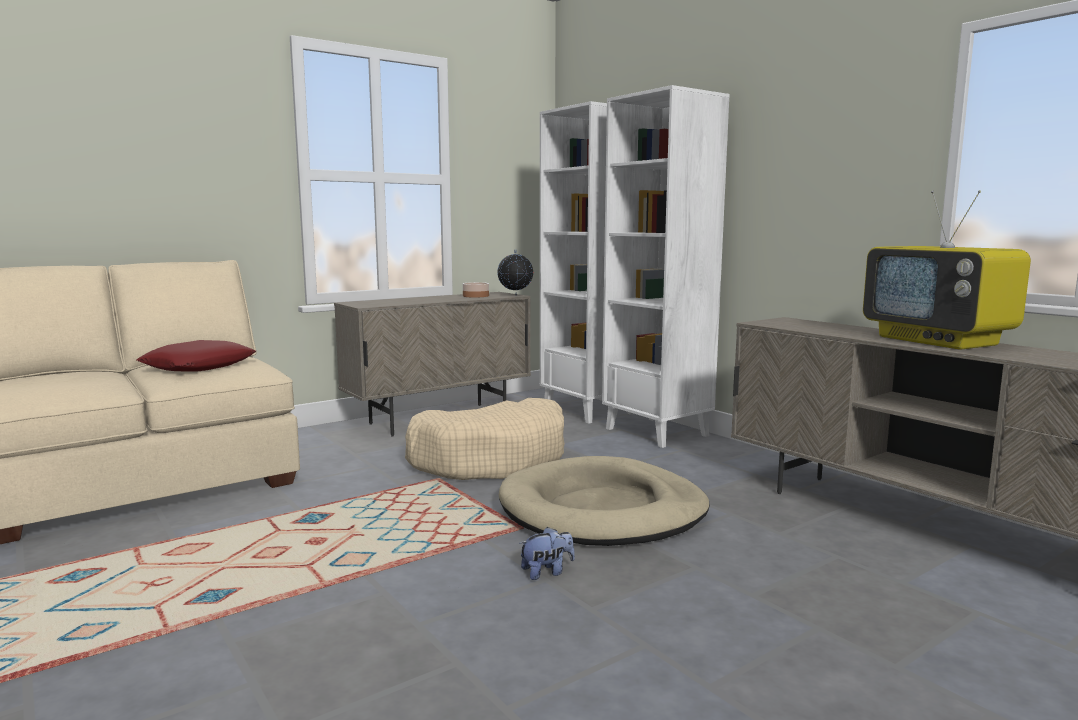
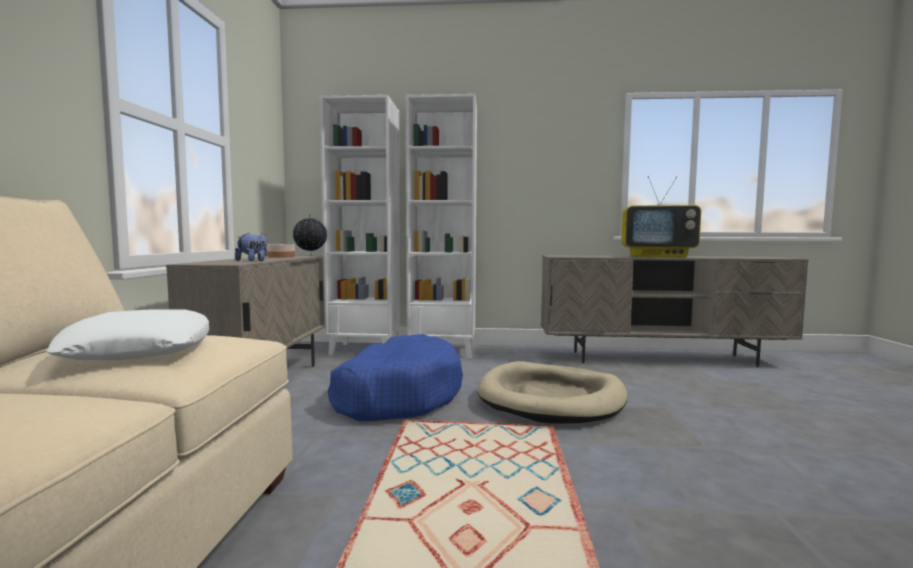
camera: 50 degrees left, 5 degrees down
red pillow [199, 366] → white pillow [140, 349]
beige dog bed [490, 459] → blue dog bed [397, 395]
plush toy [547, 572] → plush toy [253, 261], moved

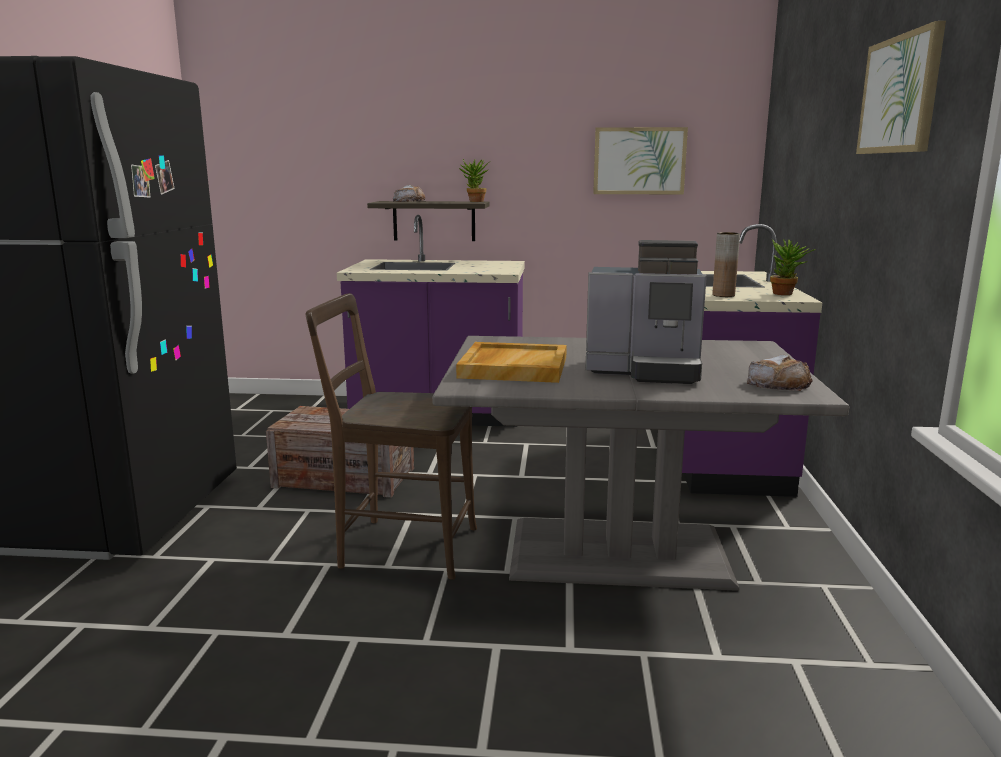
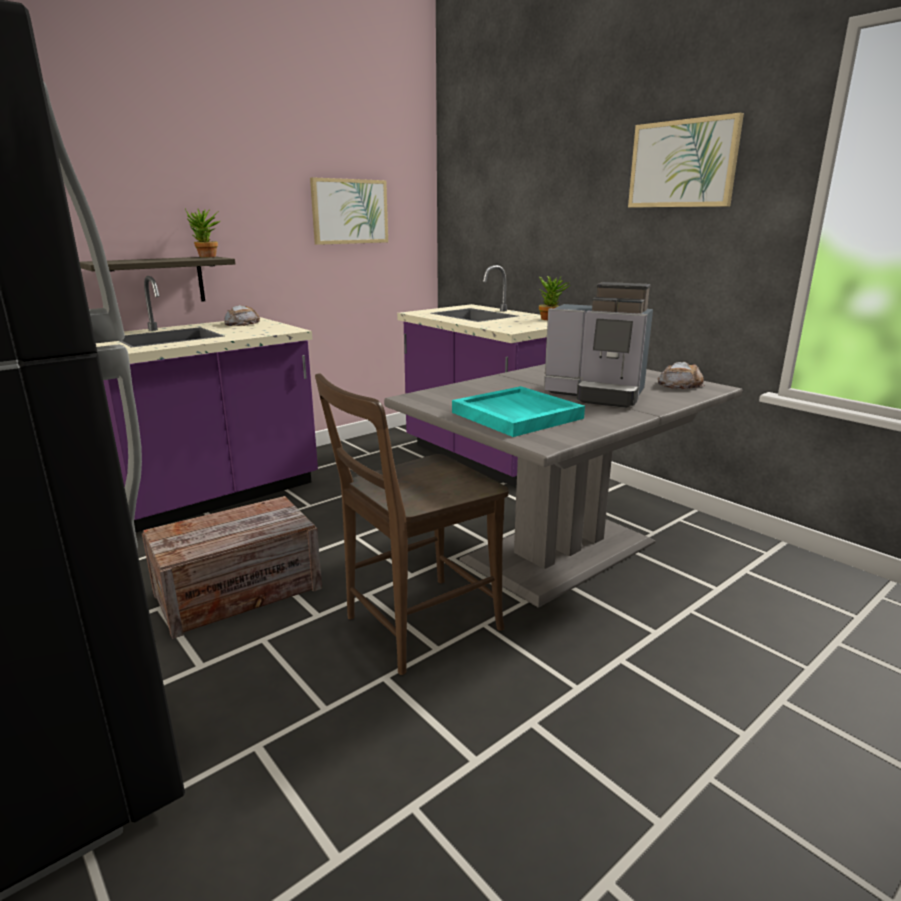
camera: 45 degrees left, 5 degrees up
bread [409, 201] → bread [242, 323], moved
brown vase [723, 295] → -
coffee machine [646, 371] → coffee machine [597, 394], 60 degrees clockwise
beige tray [513, 367] → turquoise tray [515, 415]

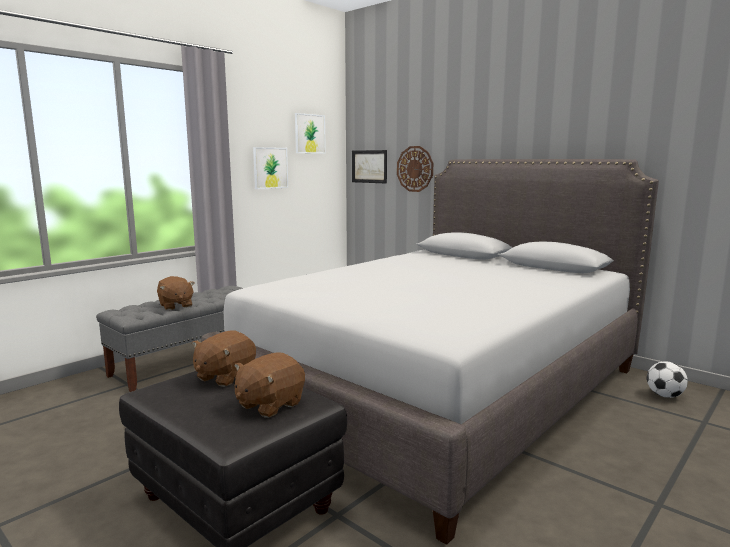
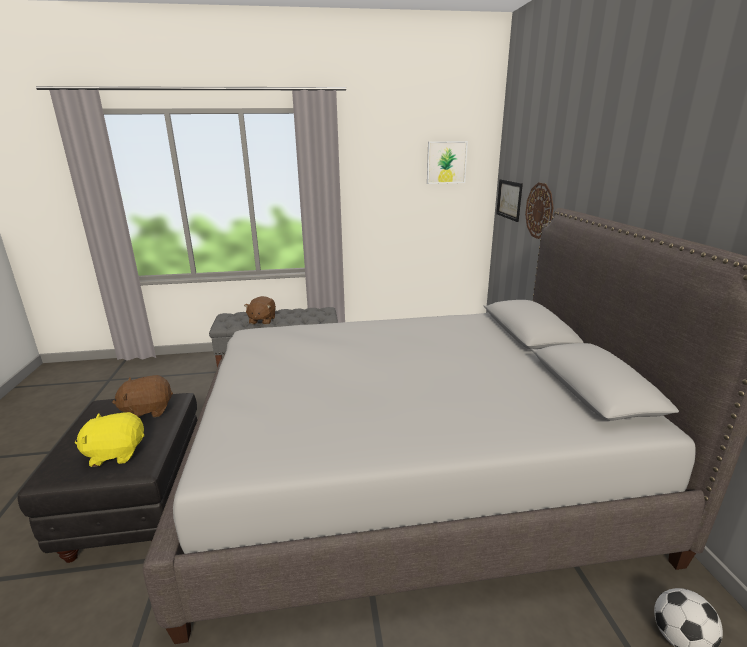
camera: 40 degrees right, 10 degrees up
picture [270, 168] → -
brown plush toy [269, 404] → yellow plush toy [116, 453]

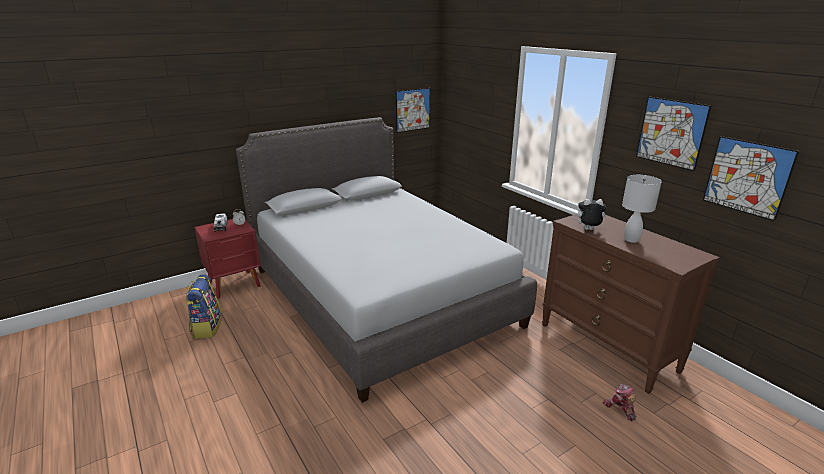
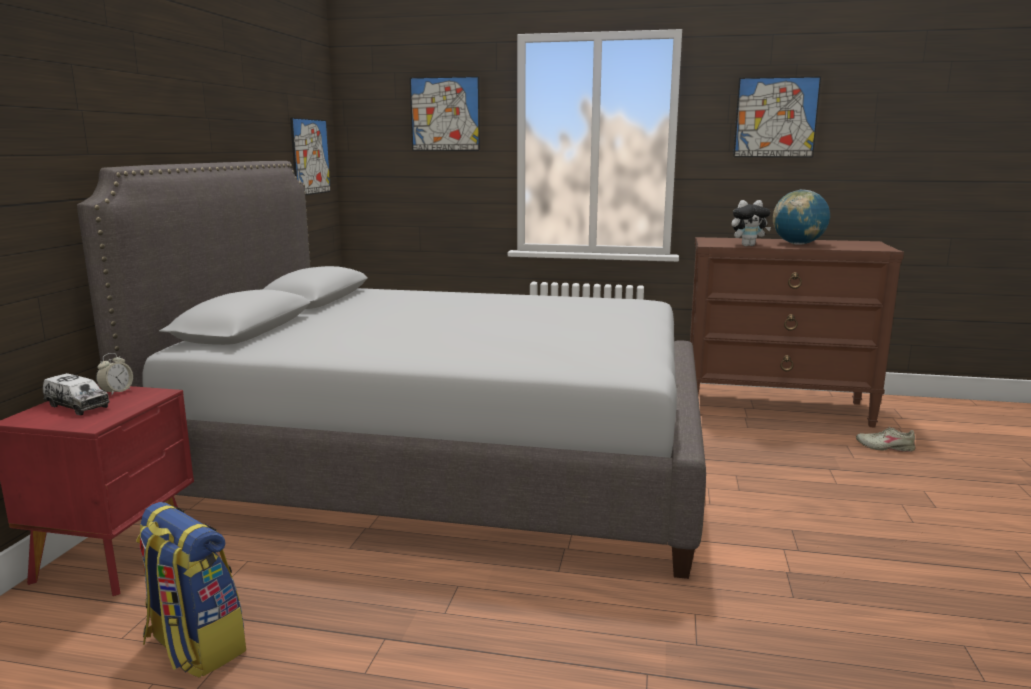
camera: 45 degrees left, 10 degrees down
picture [747, 177] → picture [445, 114], moved
white table lamp [631, 239] → globe [798, 244]
plush toy [588, 230] → plush toy [748, 245], 150 degrees counterclockwise
toy robot [619, 409] → beige shoe [885, 447]

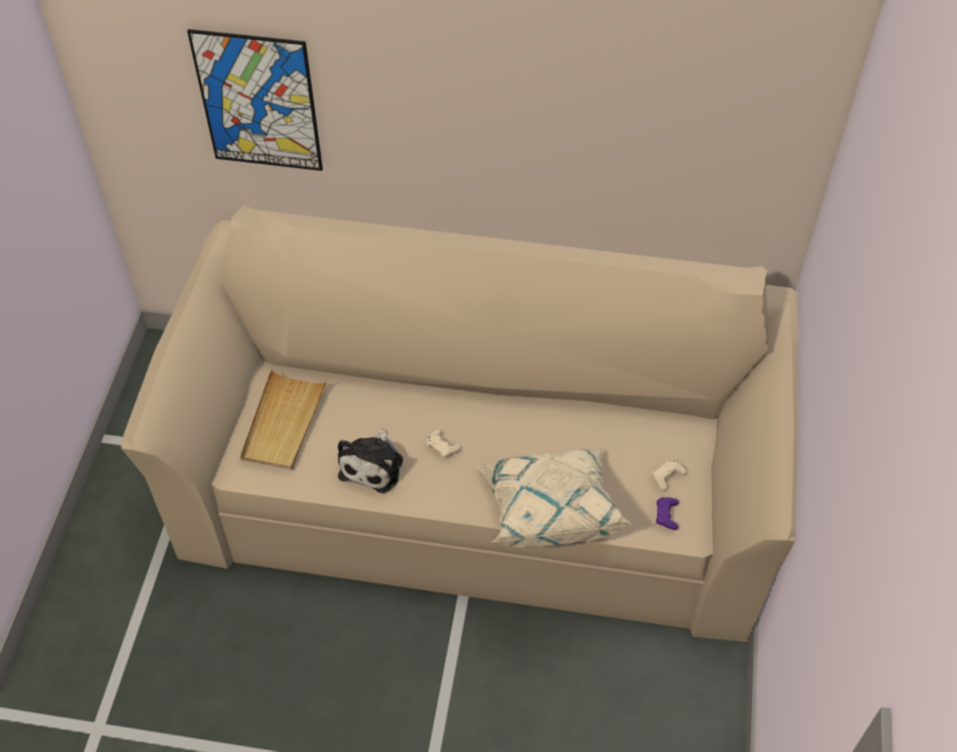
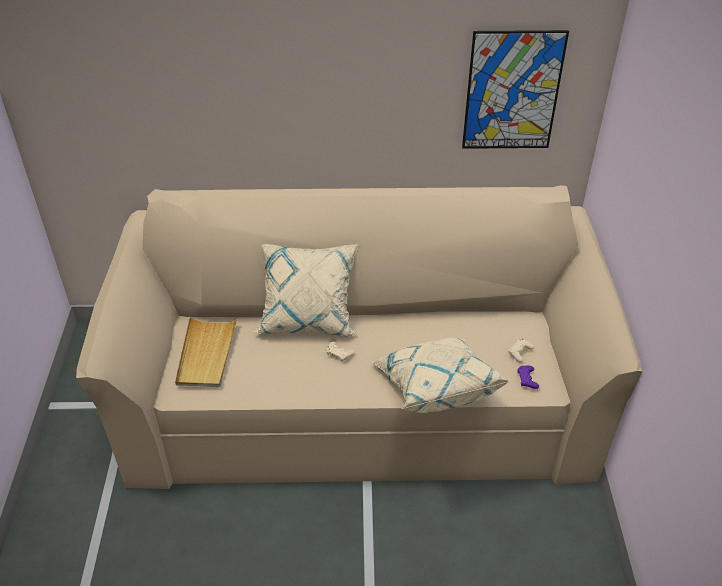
camera: 10 degrees left, 10 degrees down
picture [258, 102] → picture [512, 91], moved
plush toy [373, 465] → -
- → beige pillow [308, 319]

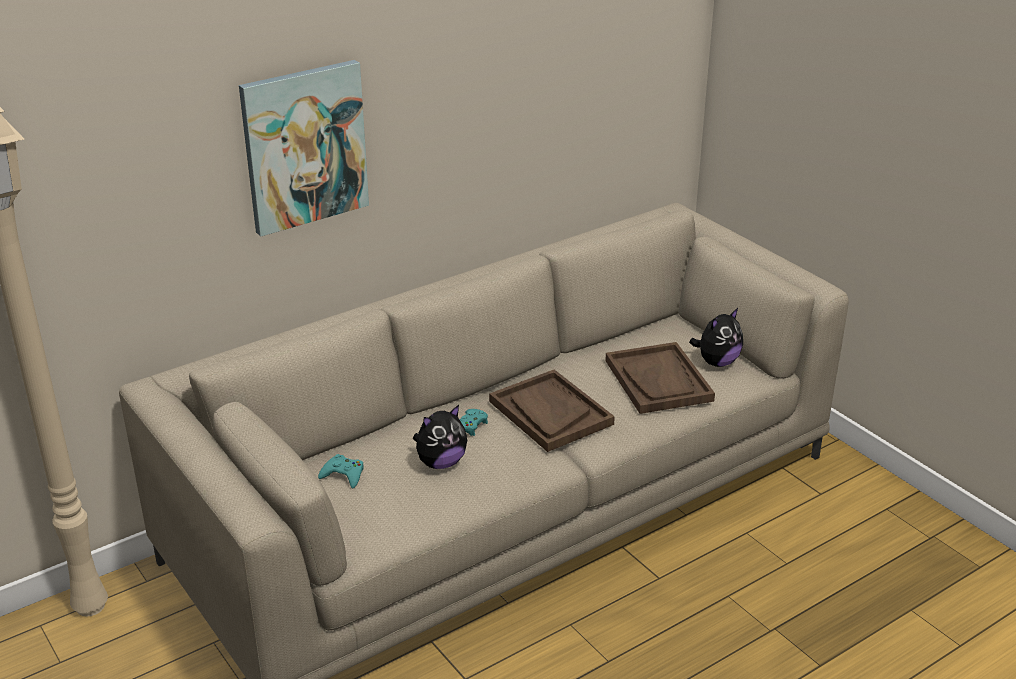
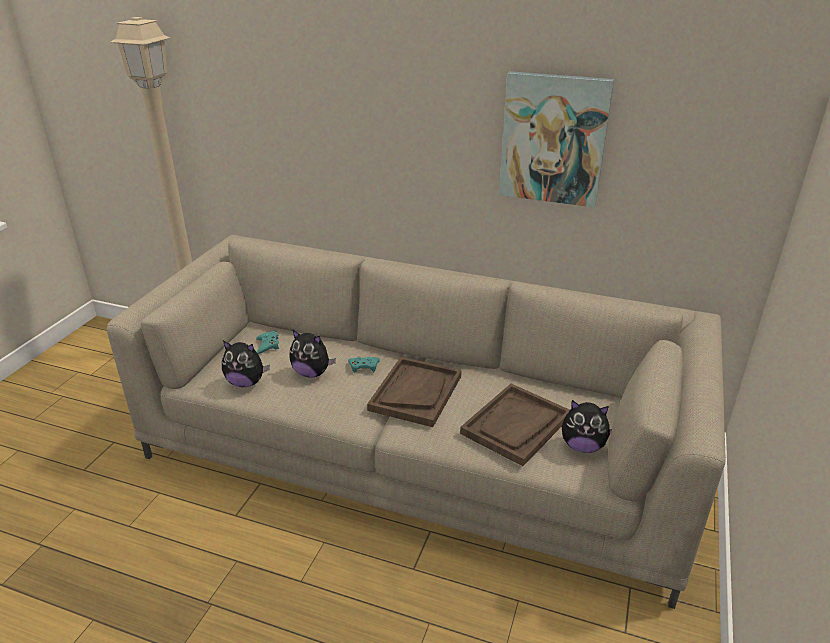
camera: 55 degrees right, 0 degrees up
picture [304, 146] → picture [553, 139], moved
- → plush toy [246, 382]

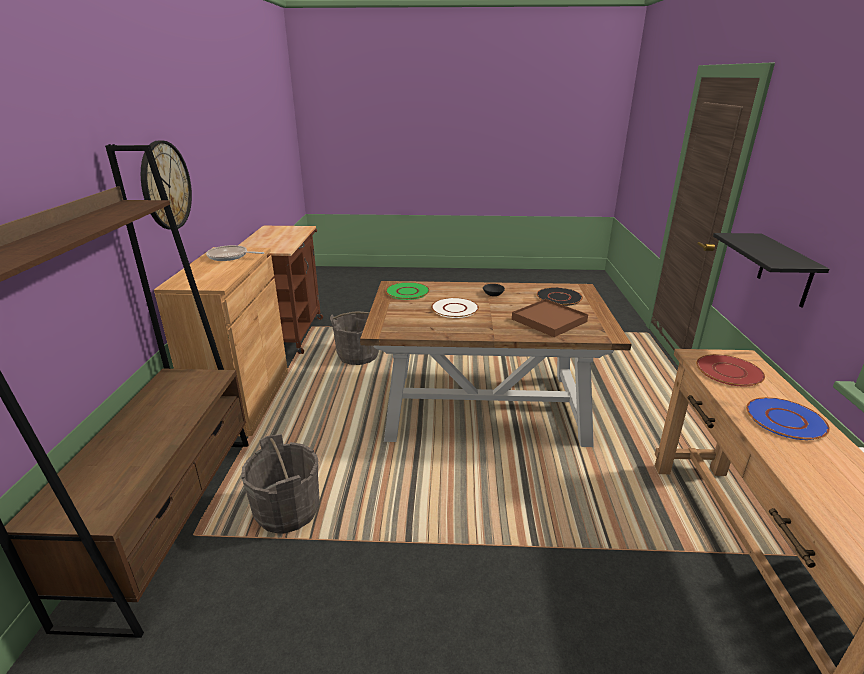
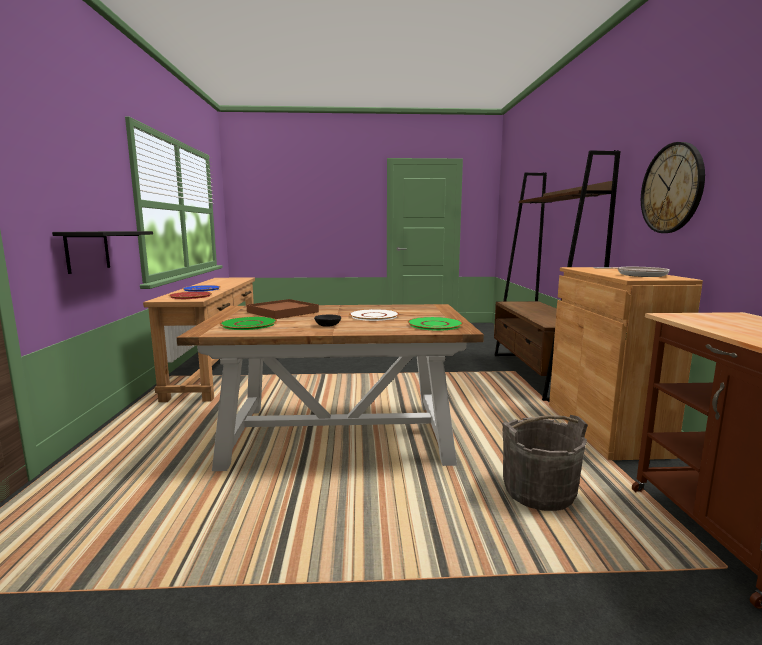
camera: 175 degrees right, 15 degrees down
black plate [559, 297] → green plate [249, 324]
grey bucket [287, 511] → -

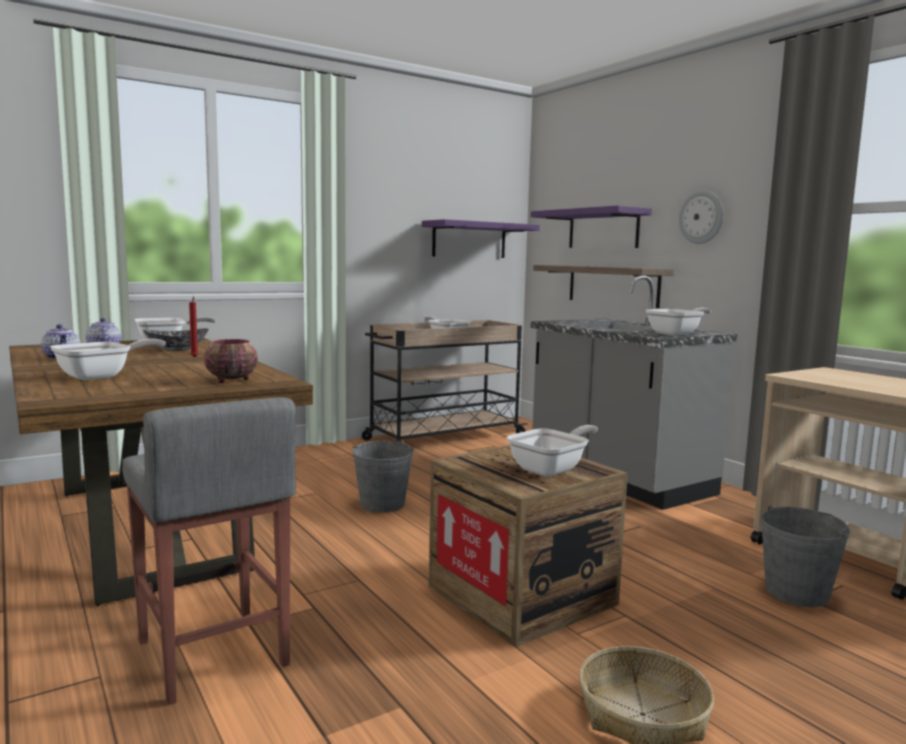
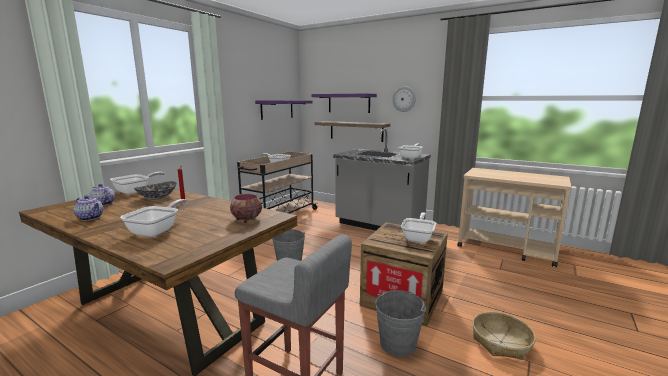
camera: 25 degrees left, 5 degrees up
grey bucket [796, 592] → grey bucket [398, 344], moved

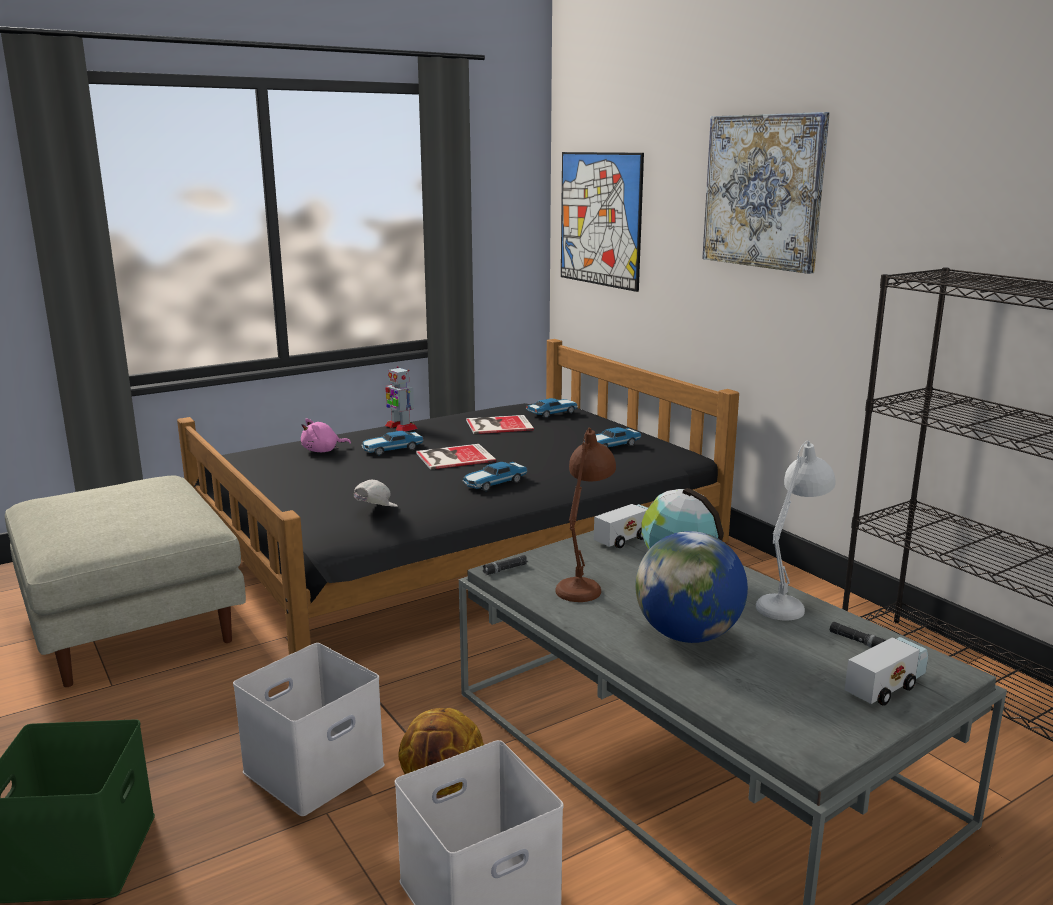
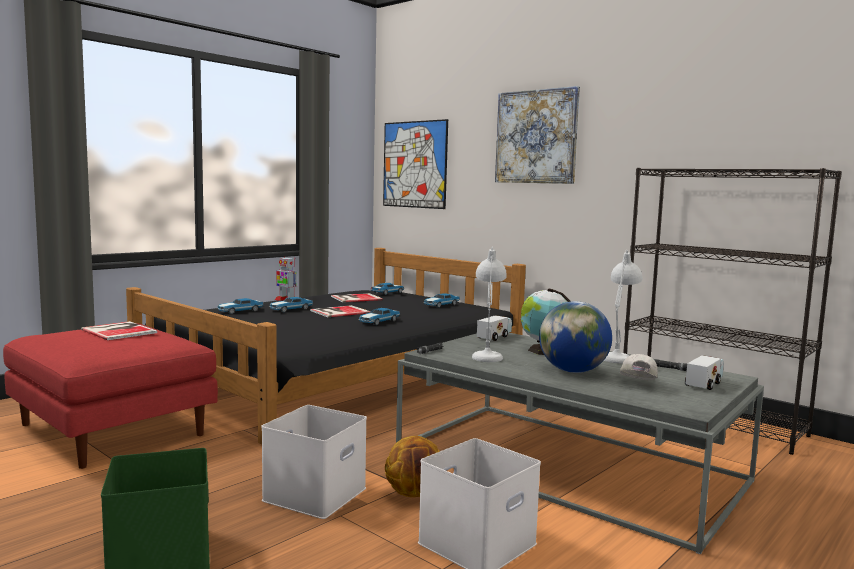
camera: 15 degrees left, 10 degrees down
pink plush toy [323, 451] → toy car [239, 311]
brown table lamp [585, 583] → white table lamp [488, 355]
beige ottoman [133, 623] → red ottoman [114, 430]
white cap [374, 511] → white cap [637, 385], moved
- → book [119, 331]

